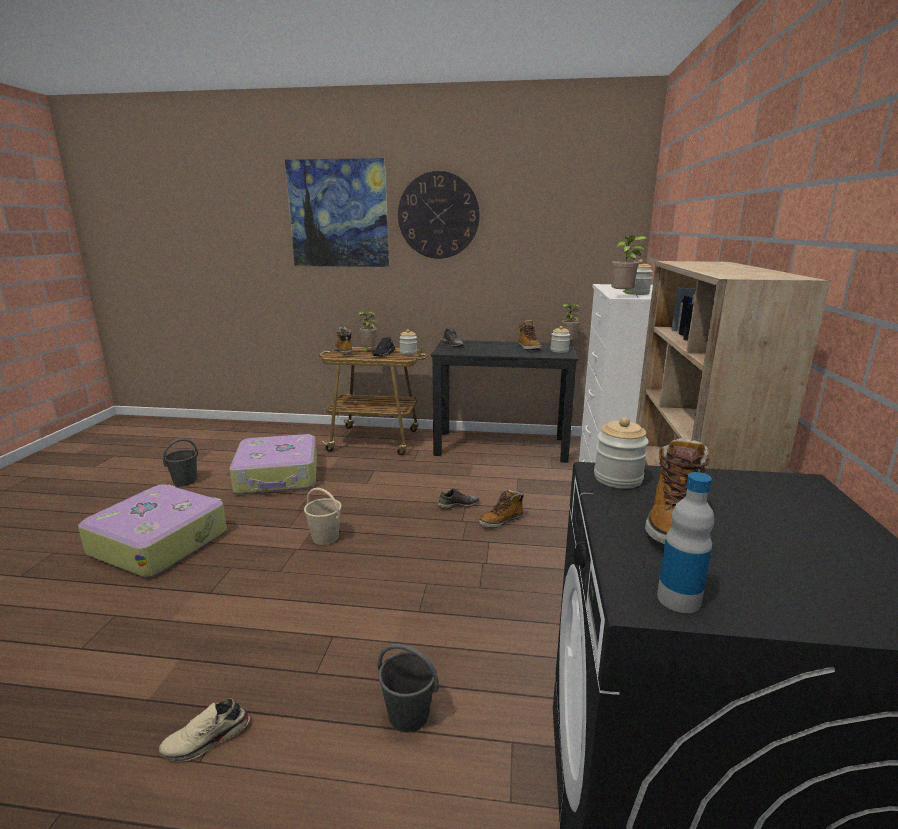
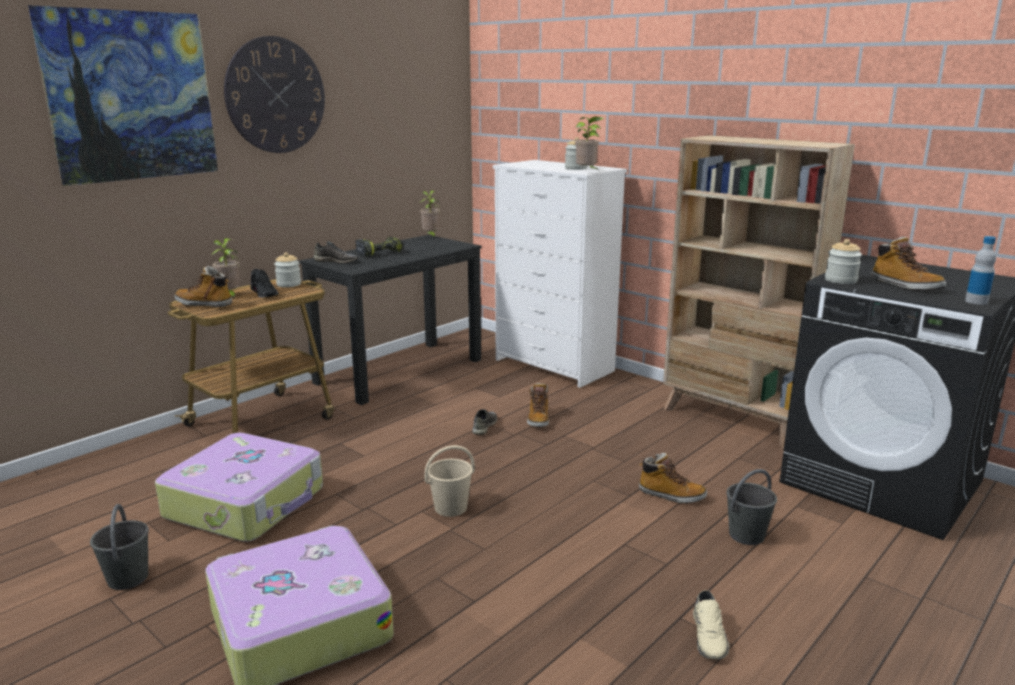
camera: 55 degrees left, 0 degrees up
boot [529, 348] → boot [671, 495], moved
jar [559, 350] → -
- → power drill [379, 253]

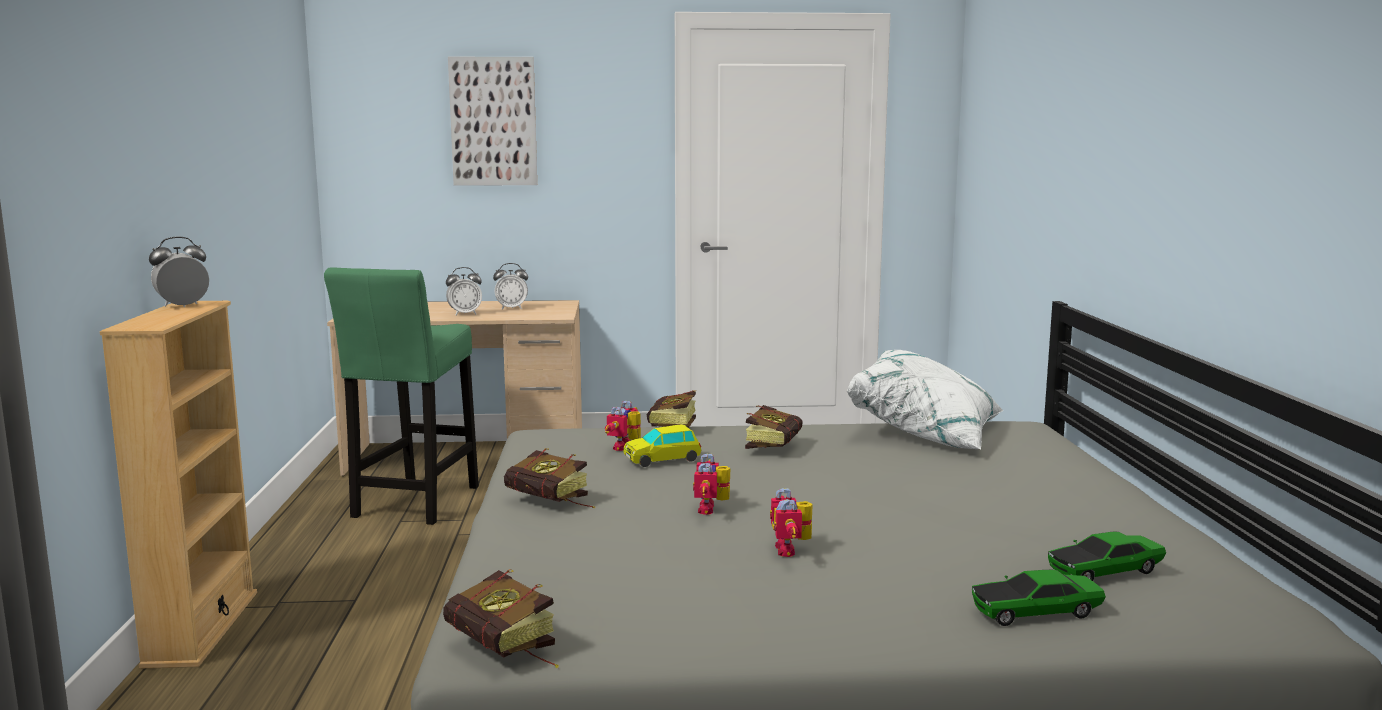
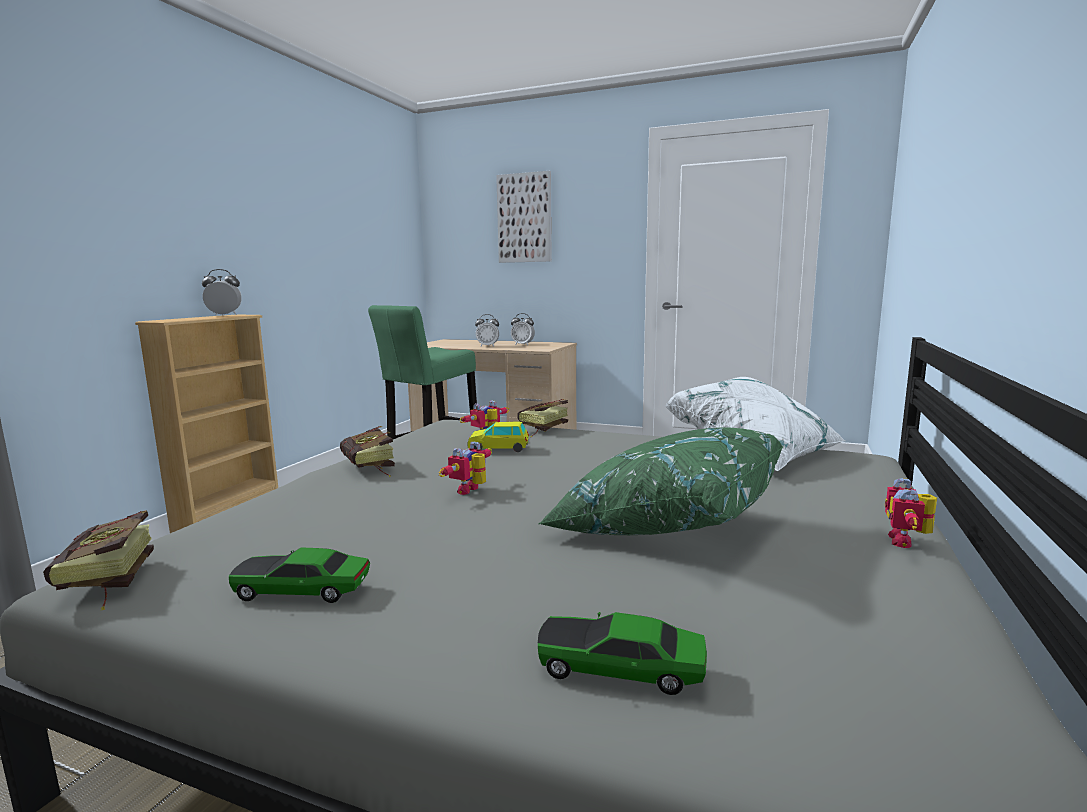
camera: 25 degrees right, 0 degrees up
book [775, 446] → -
toy robot [791, 550] → toy robot [907, 541], moved
toy car [1105, 572] → toy car [302, 590], moved
- → green pillow [663, 525]

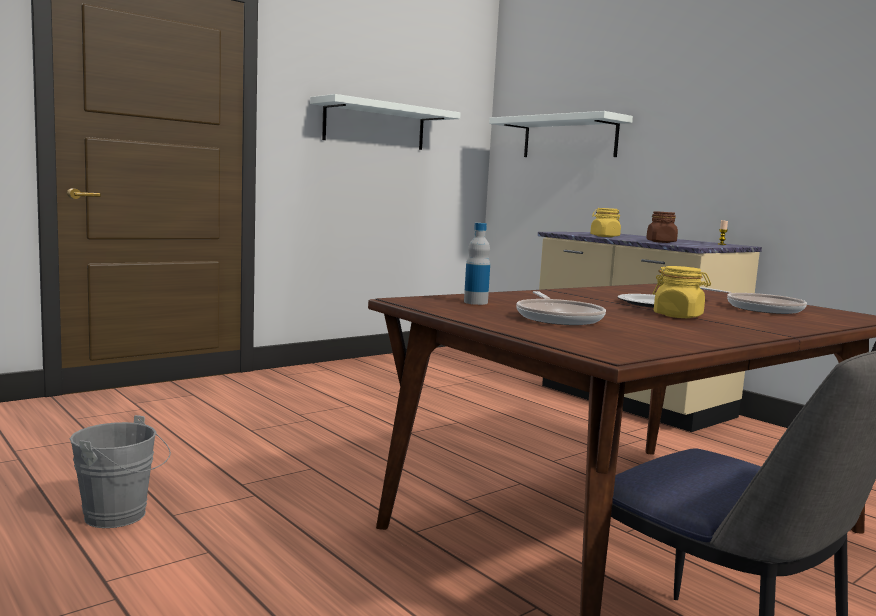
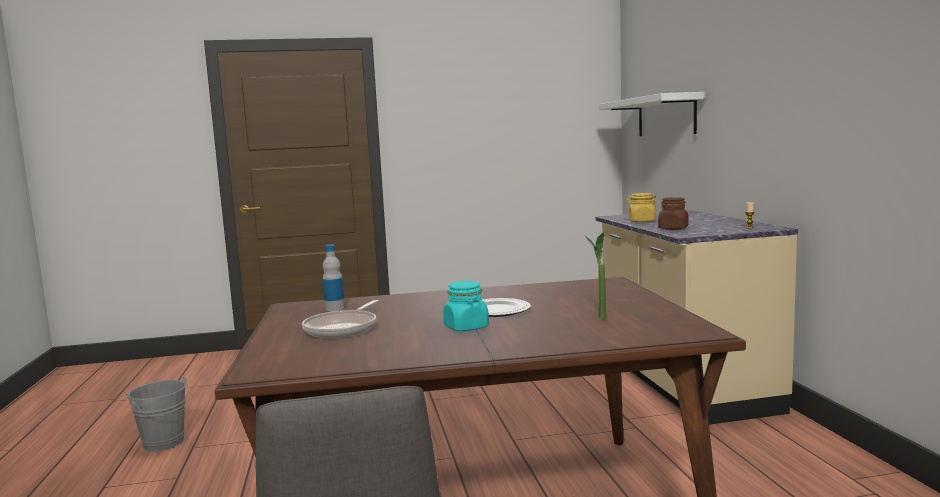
camera: 30 degrees right, 0 degrees up
white shelf [375, 125] → -
yellow jar [678, 316] → turquoise jar [466, 327]
frying pan [759, 308] → potted plant [598, 317]

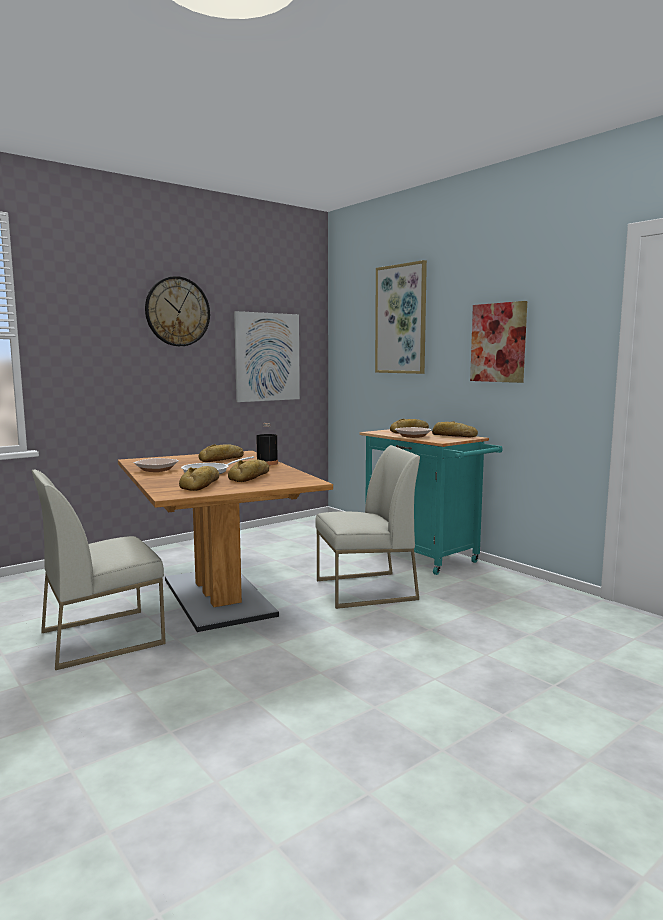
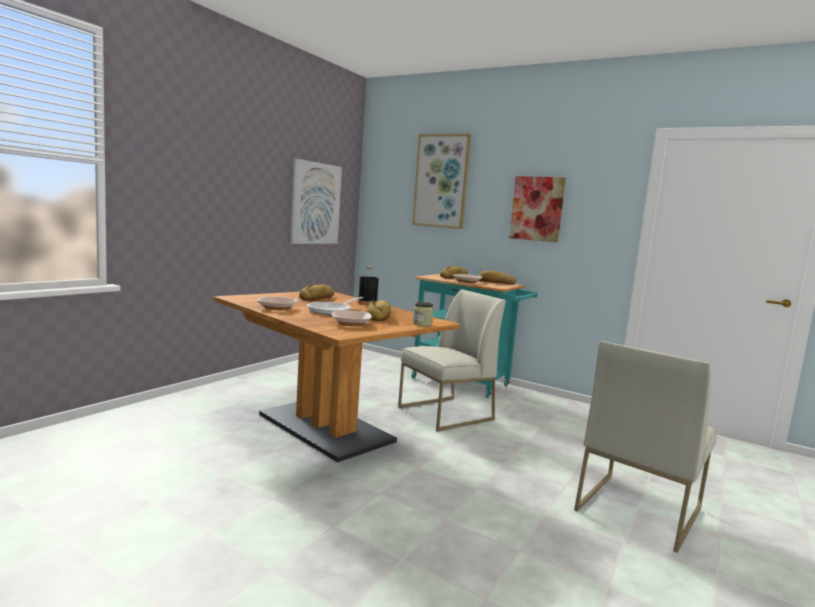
camera: 20 degrees left, 0 degrees up
wall clock [177, 311] → -
bread [202, 485] → bowl [351, 323]
white chair [103, 637] → white chair [637, 508], moved
- → jar [422, 324]

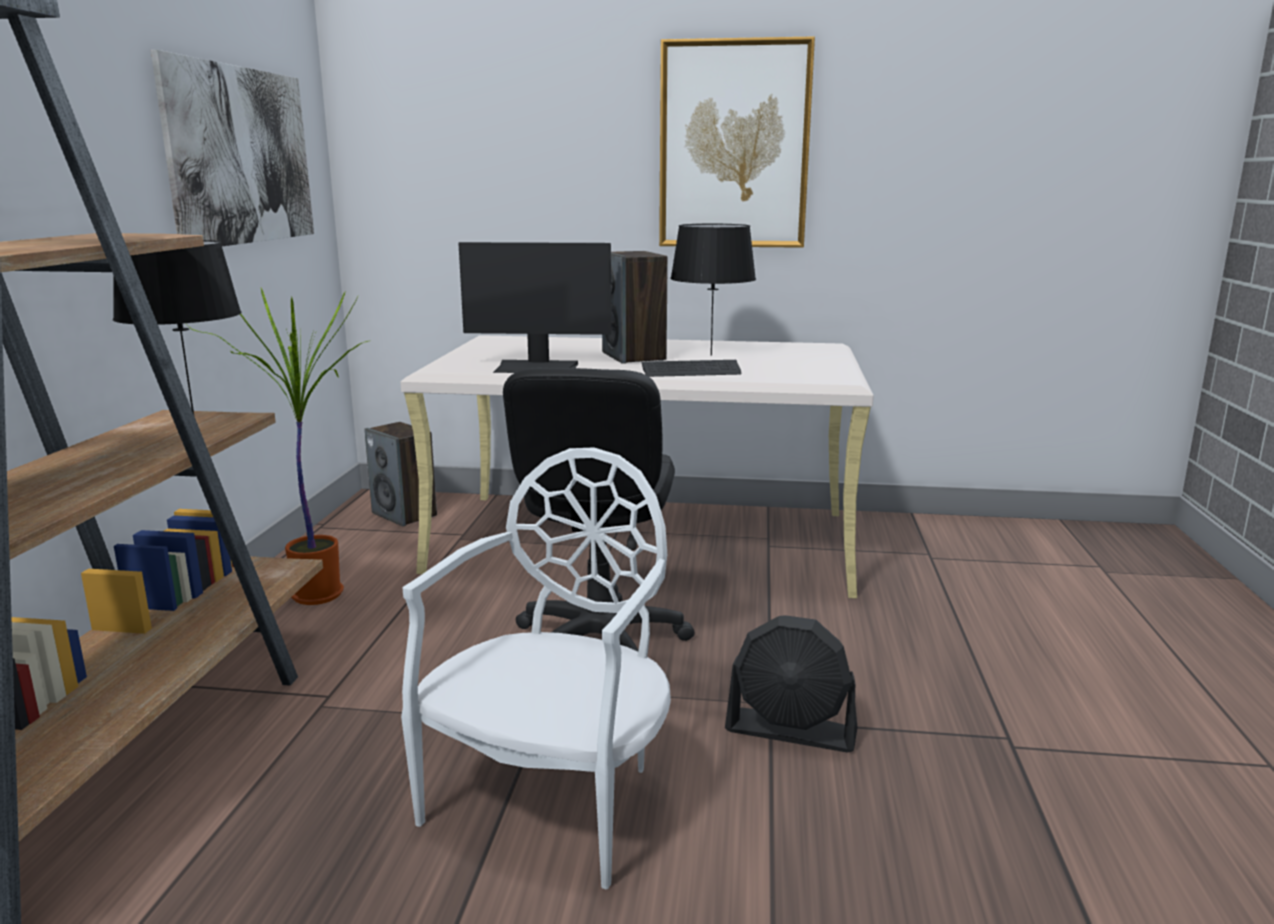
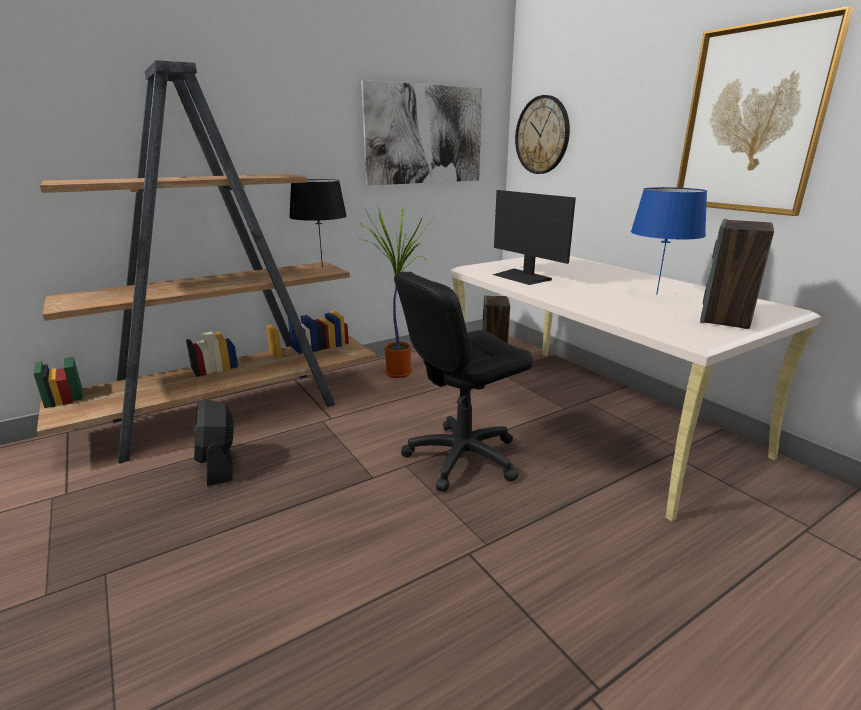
camera: 50 degrees right, 5 degrees up
black table lamp [710, 355] → blue table lamp [656, 294]
speaker [634, 356] → speaker [726, 318], moved
keyboard [691, 371] → -
white chair [554, 799] → -
black fan [791, 731] → black fan [218, 465], moved
- → wall clock [542, 135]

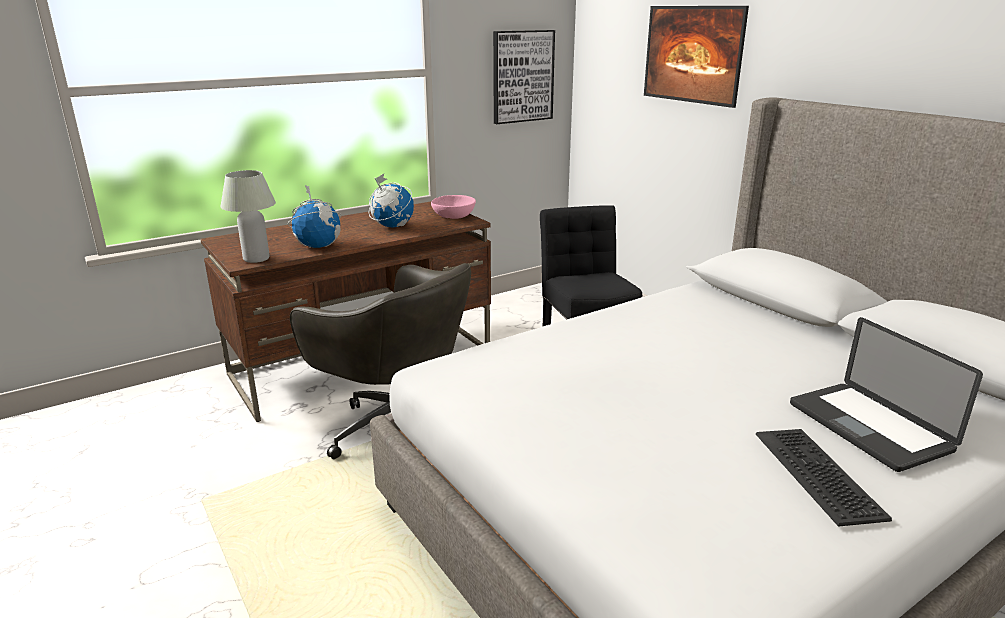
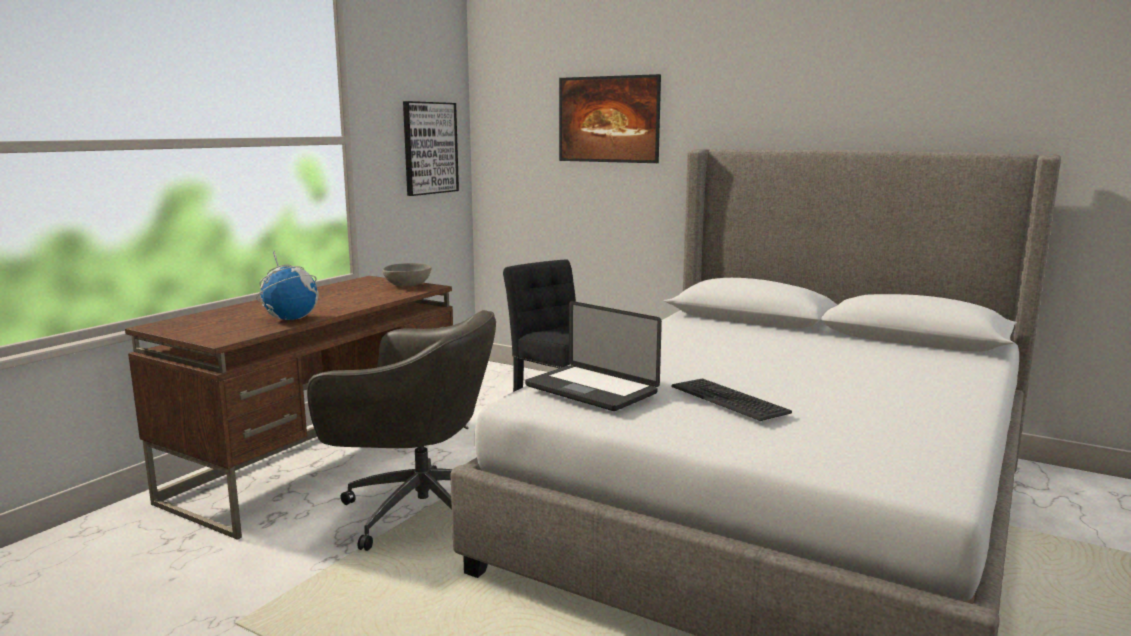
camera: 25 degrees left, 10 degrees down
white table lamp [256, 259] → -
globe [392, 226] → -
pink bowl [453, 217] → grey bowl [407, 286]
laptop [868, 427] → laptop [591, 390], moved
keyboard [818, 474] → keyboard [729, 400], moved

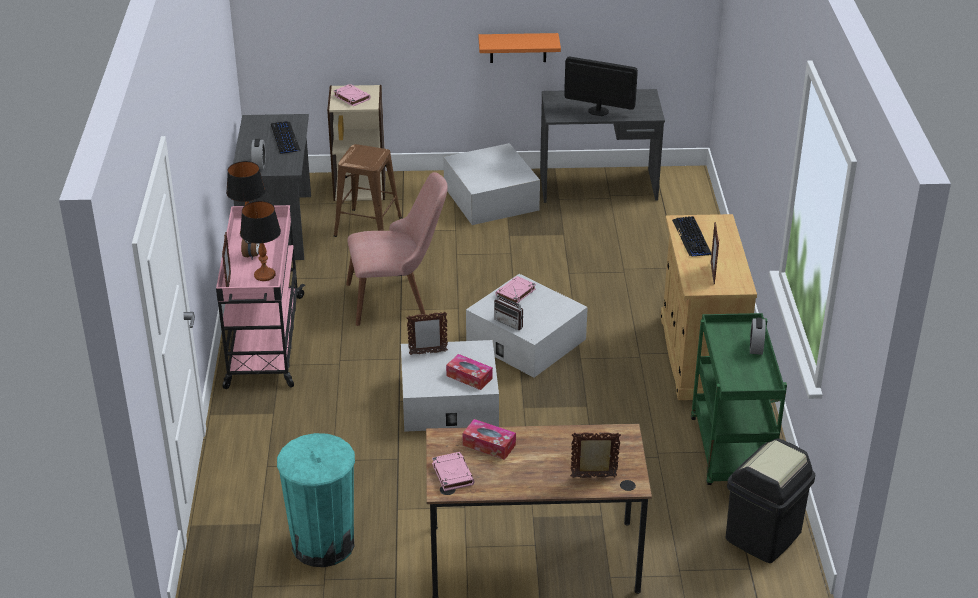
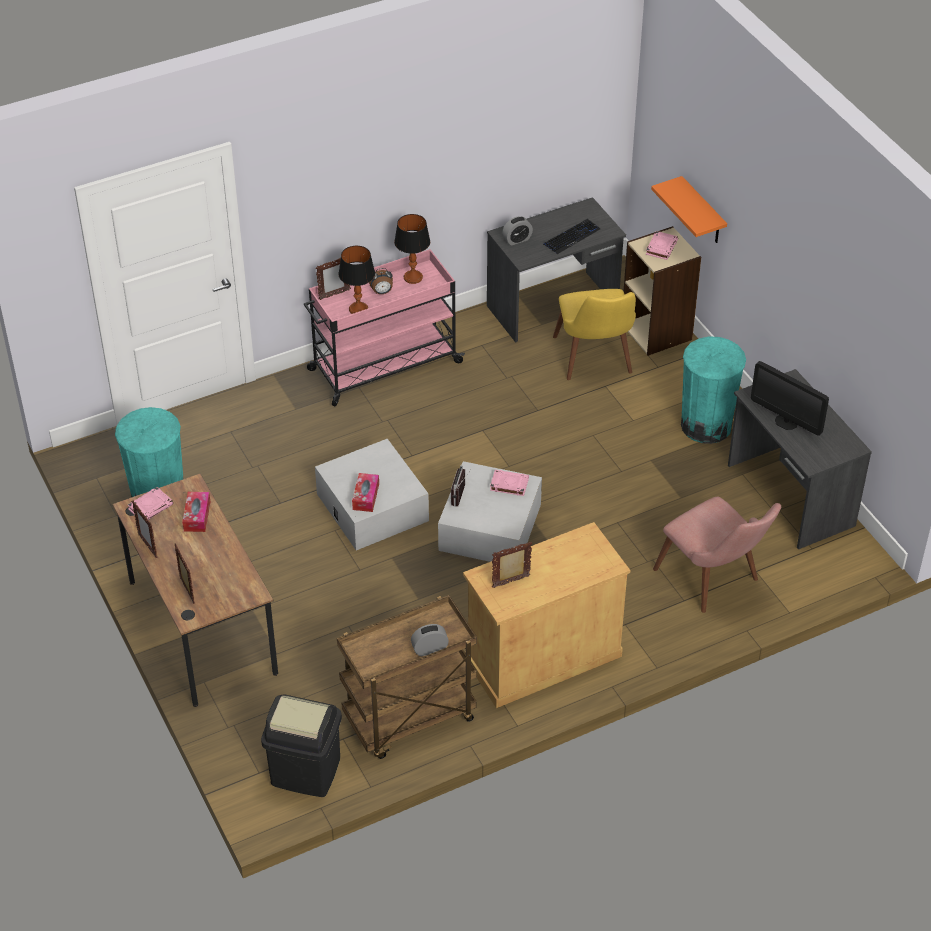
camera: 65 degrees right, 10 degrees up
orange shelf [518, 47] → orange shelf [703, 212], moved
monitor [598, 111] → monitor [786, 422], 135 degrees clockwise
white storage box [491, 198] → turquoise trash can [706, 425]
brown stool [368, 226] → yellow chair [596, 362]
pink chair [398, 298] → pink chair [715, 581], moved
keyboard [691, 237] → -
picture frame [427, 353] → picture frame [147, 546], moved
green cart [732, 453] → brown cart [409, 720]

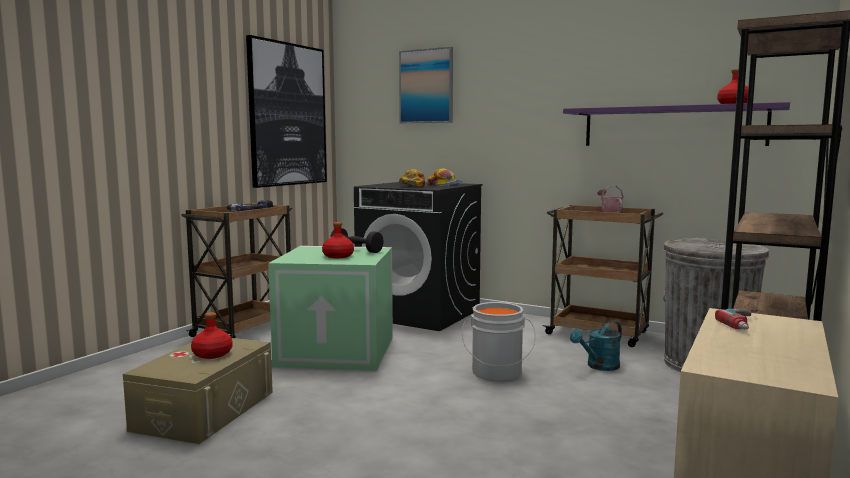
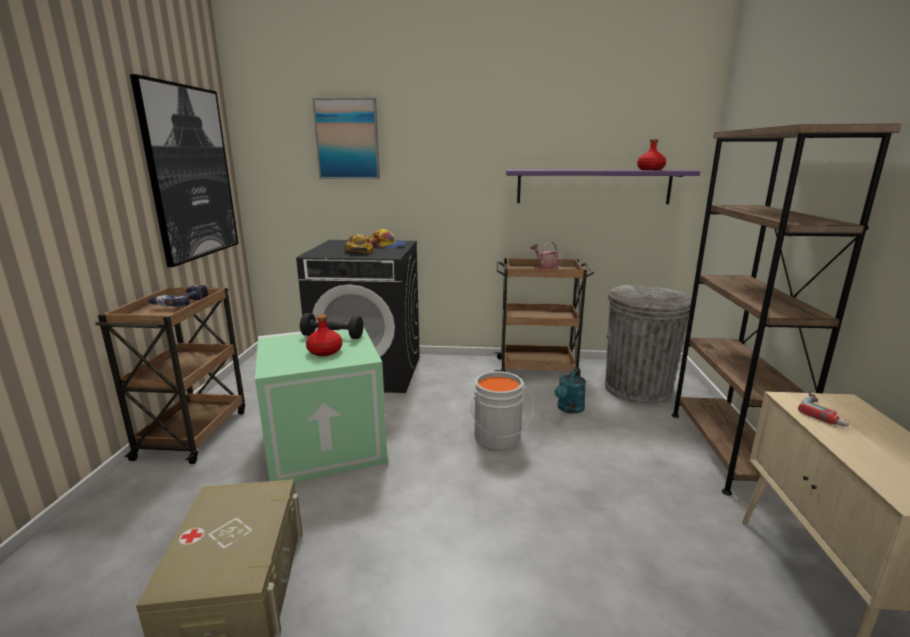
camera: 25 degrees left, 10 degrees up
red bottle [212, 354] → -

